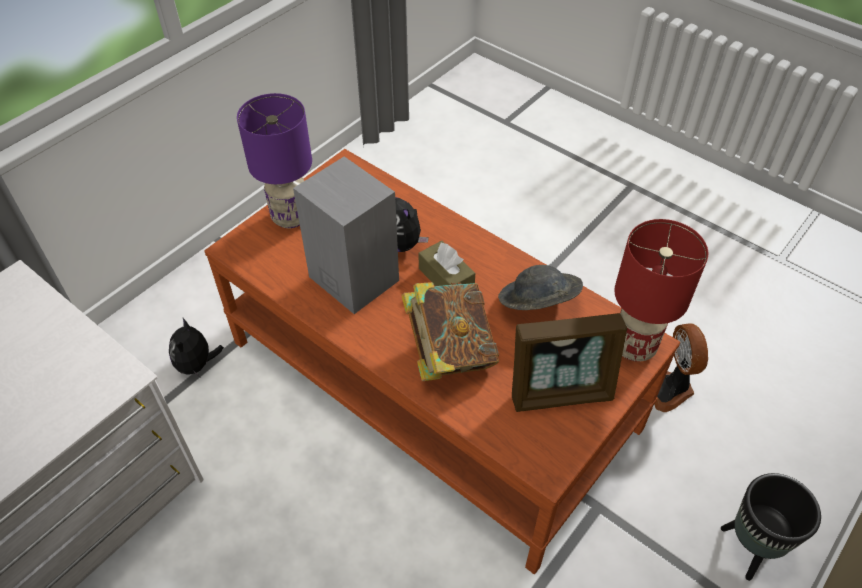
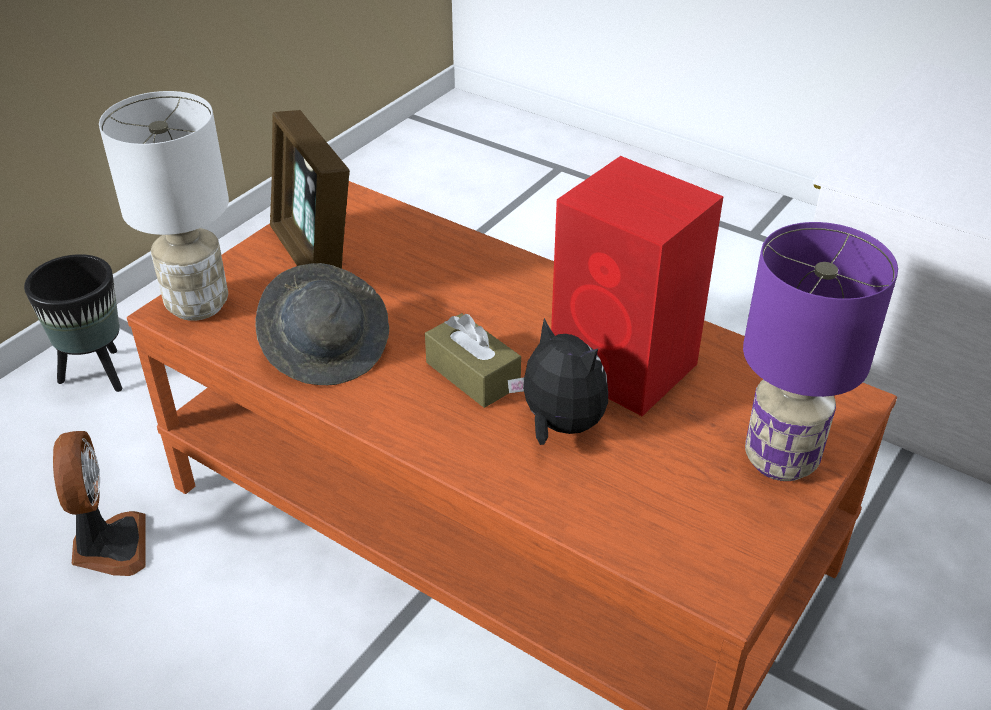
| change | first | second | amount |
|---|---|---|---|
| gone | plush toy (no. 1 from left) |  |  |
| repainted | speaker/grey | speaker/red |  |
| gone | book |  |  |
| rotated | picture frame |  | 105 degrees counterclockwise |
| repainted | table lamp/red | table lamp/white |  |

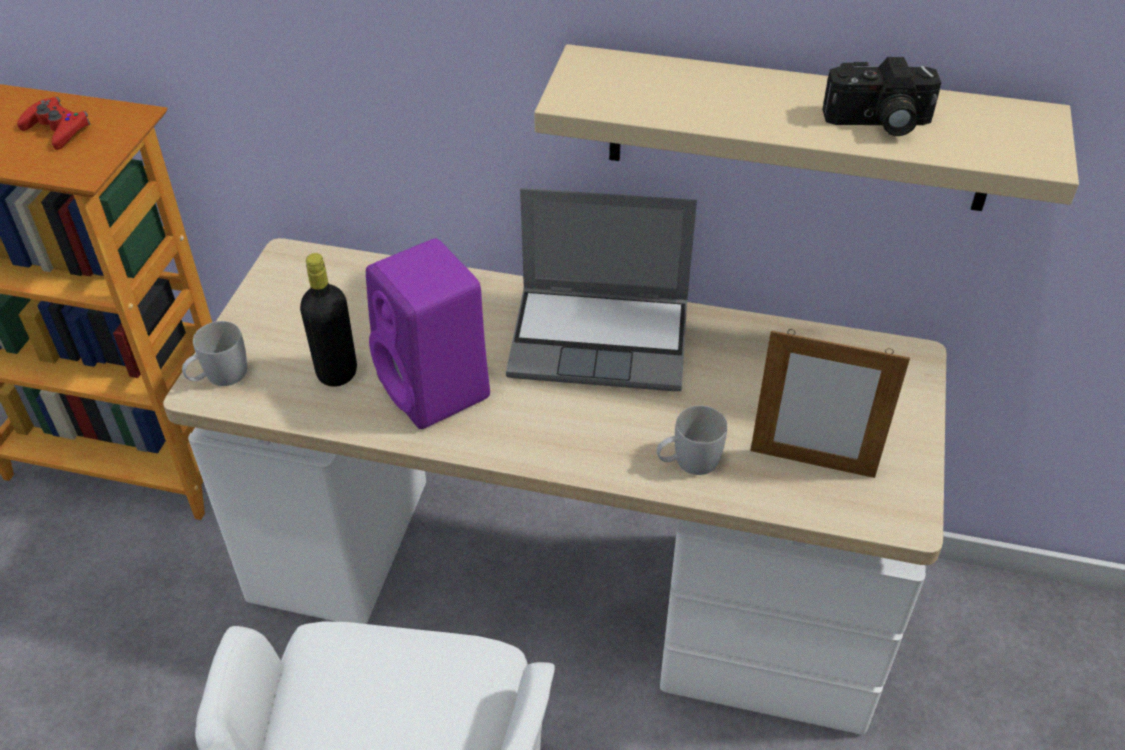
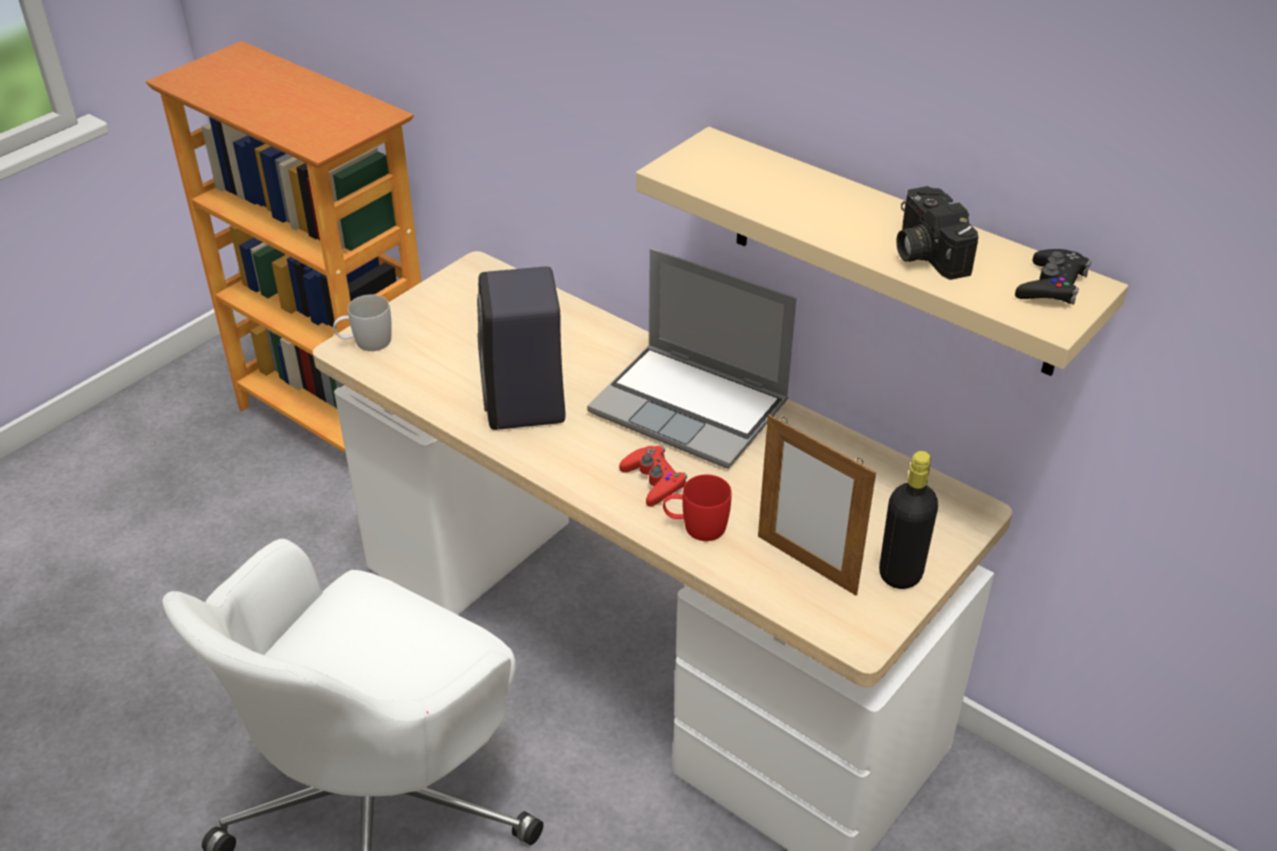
| change | first | second | amount |
|---|---|---|---|
| shifted | game controller/red |  |  |
| shifted | bottle/black |  |  |
| repainted | speaker/purple | speaker/black |  |
| repainted | mug/white (no. 2 from left) | mug/red |  |
| rotated | photo camera |  | 45 degrees clockwise |
| new |  | game controller/black |  |

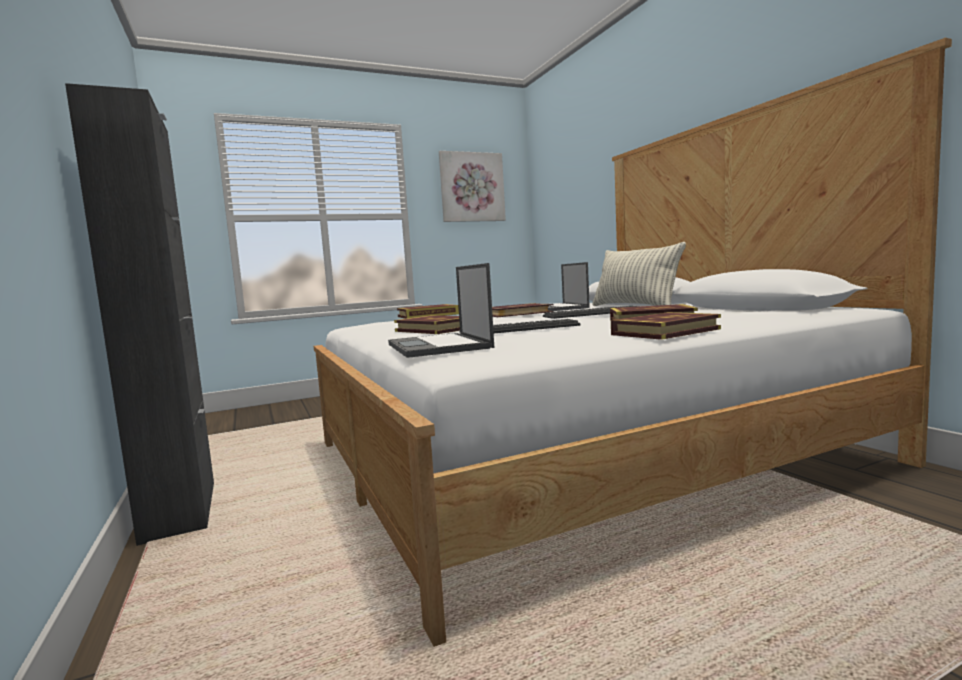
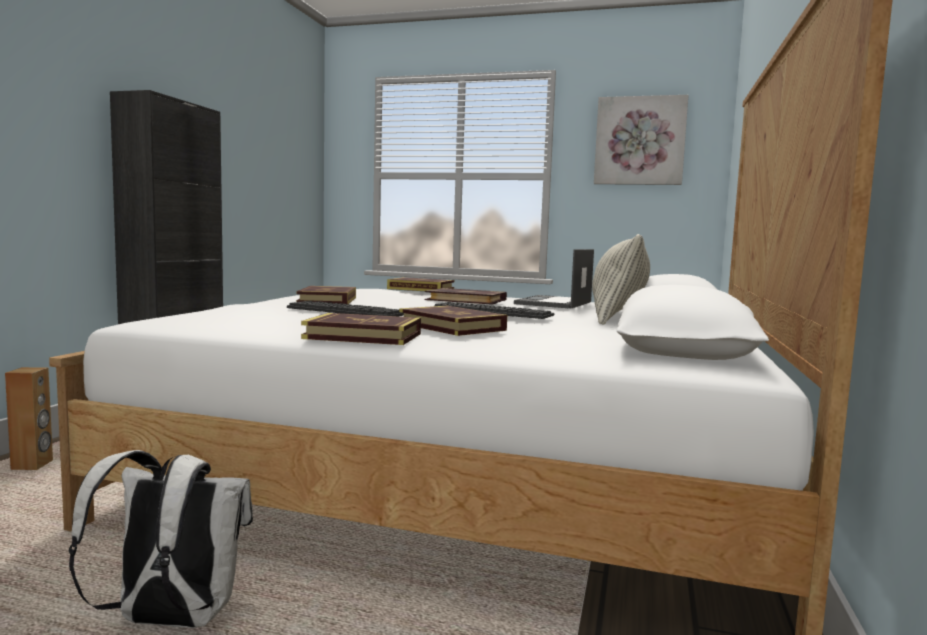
| change | first | second | amount |
|---|---|---|---|
| gone | laptop (no. 1 from left) |  |  |
| new |  | speaker/brown |  |
| new |  | backpack/white |  |

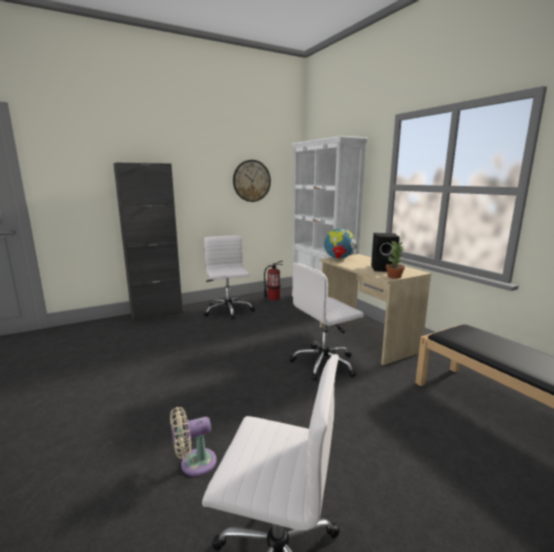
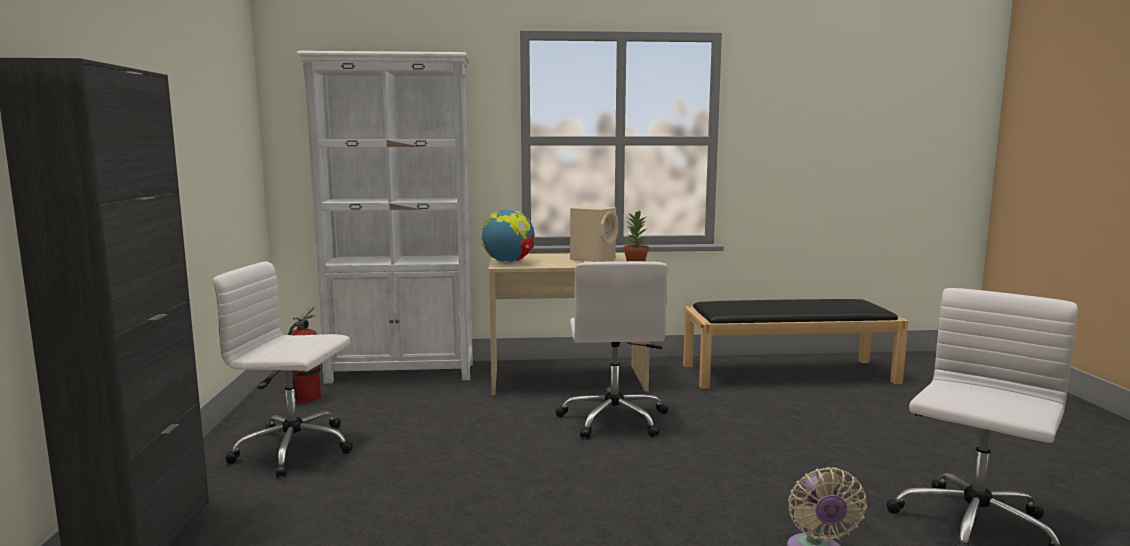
| change | first | second | amount |
|---|---|---|---|
| gone | wall clock |  |  |
| repainted | speaker/black | speaker/beige |  |

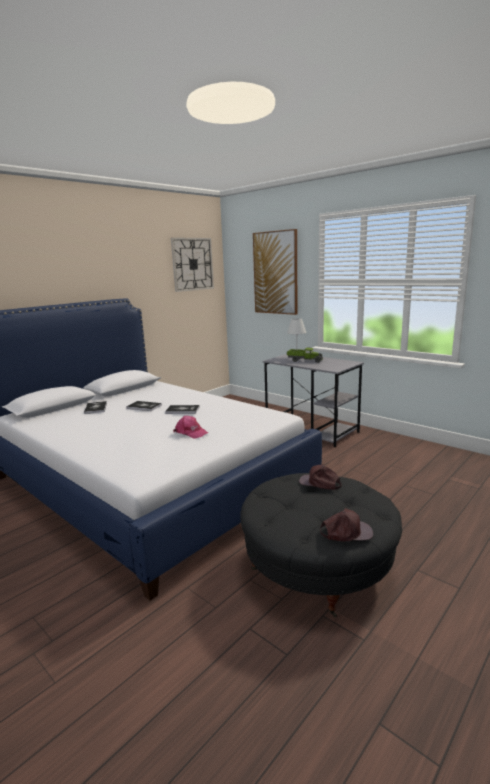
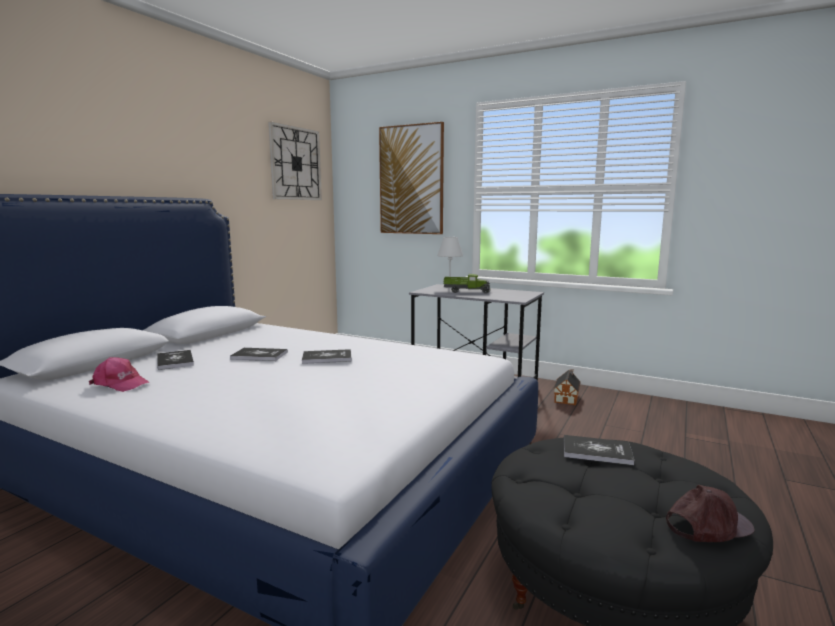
| change | first | second | amount |
|---|---|---|---|
| shifted | cap/pink |  |  |
| swapped | cap/brown (no. 1 from left) | book (no. 4 from left) |  |
| new |  | toy house |  |

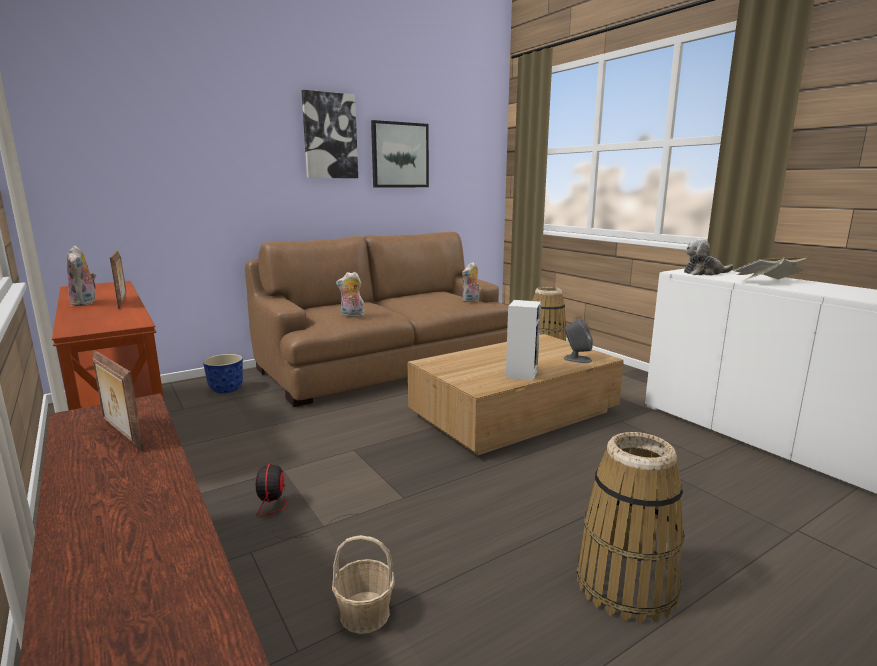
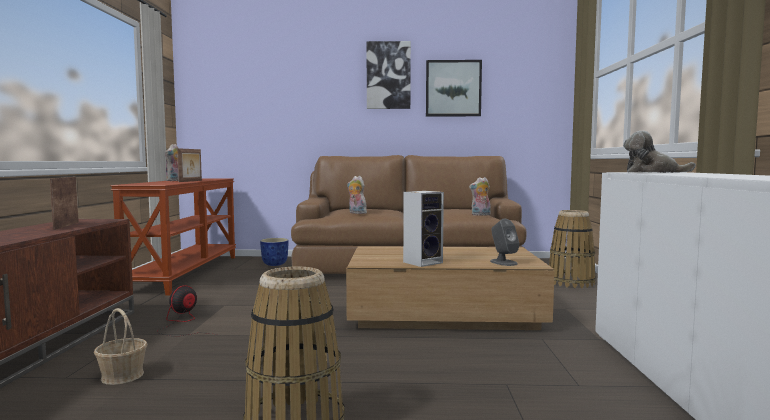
| change | first | second | amount |
|---|---|---|---|
| gone | book |  |  |

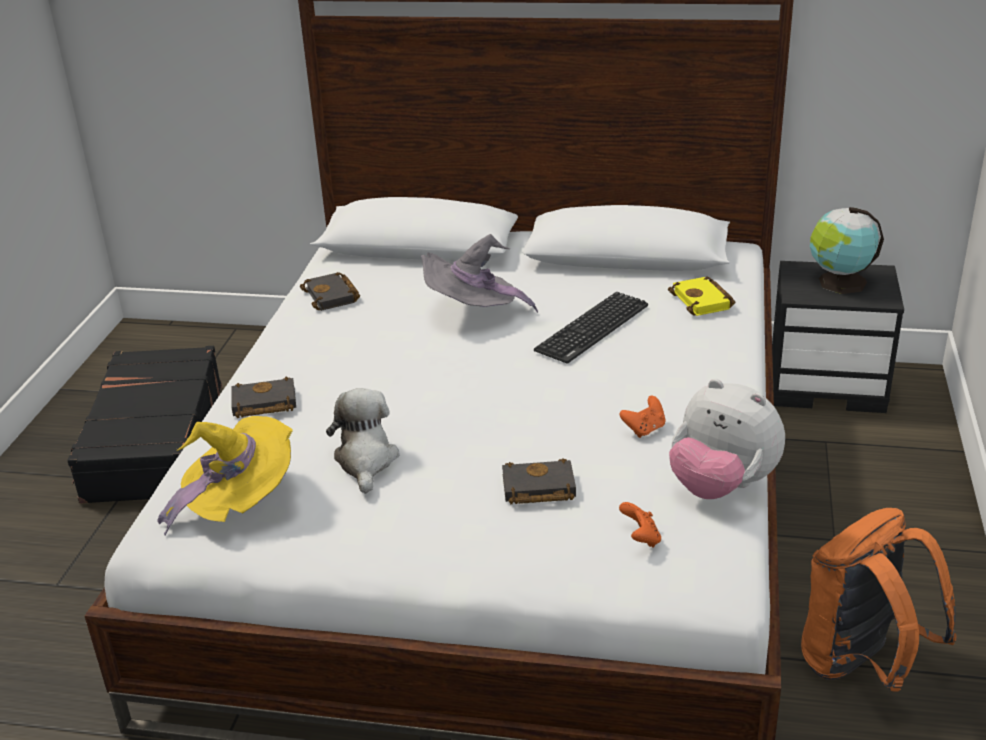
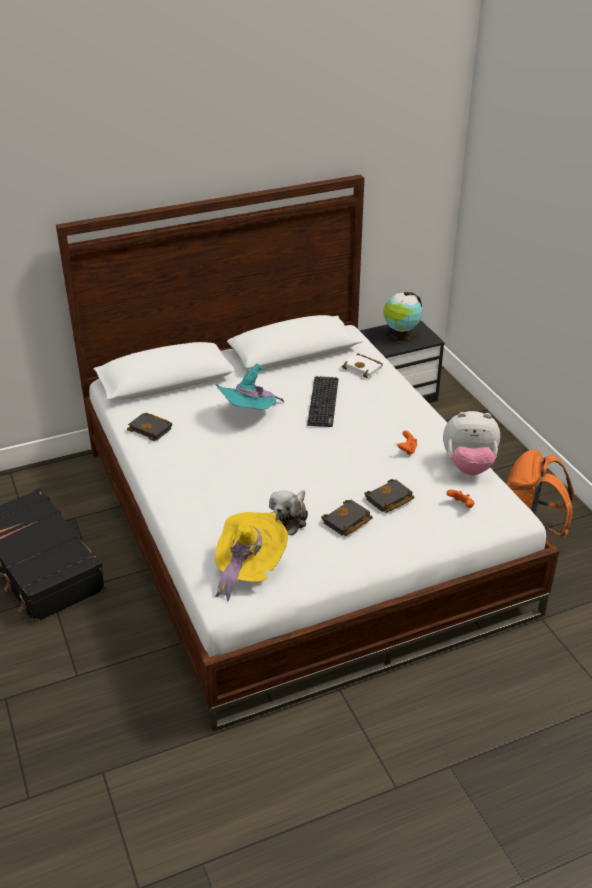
| change | first | second | amount |
|---|---|---|---|
| shifted | book/black (no. 1 from left in the first image) | book/black (no. 2 from left) |  |
| rotated | plush toy (no. 1 from left) |  | 120 degrees counterclockwise |
| repainted | hat/grey | hat/turquoise |  |
| repainted | book/yellow | book/white |  |

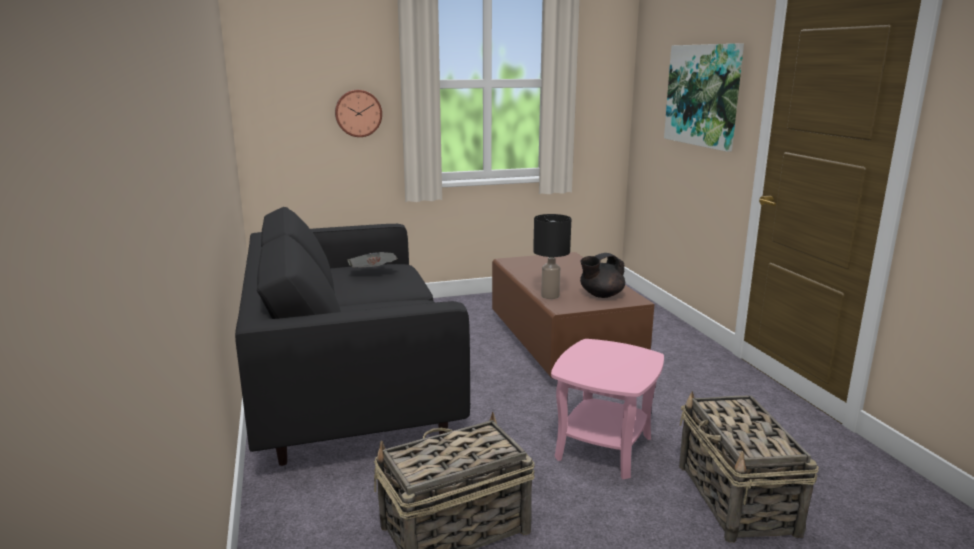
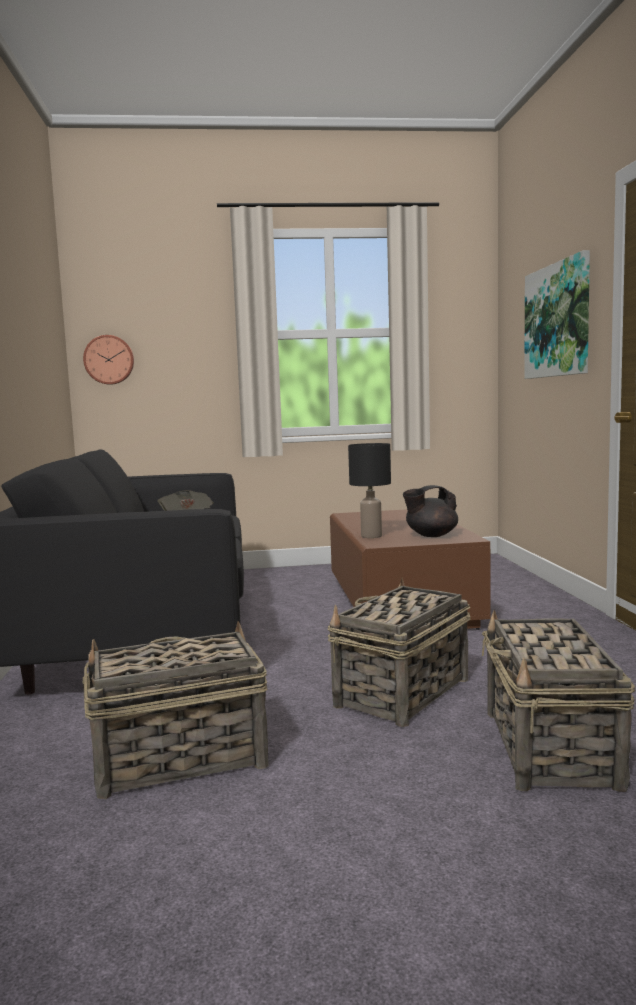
| change | first | second | amount |
|---|---|---|---|
| shifted | wall clock |  |  |
| swapped | side table/pink | basket (no. 2 from left) |  |

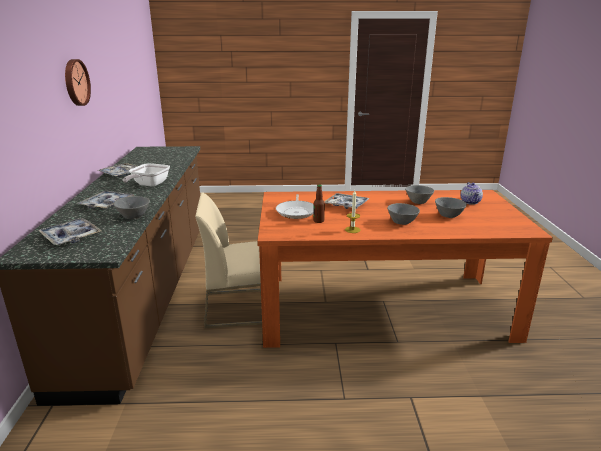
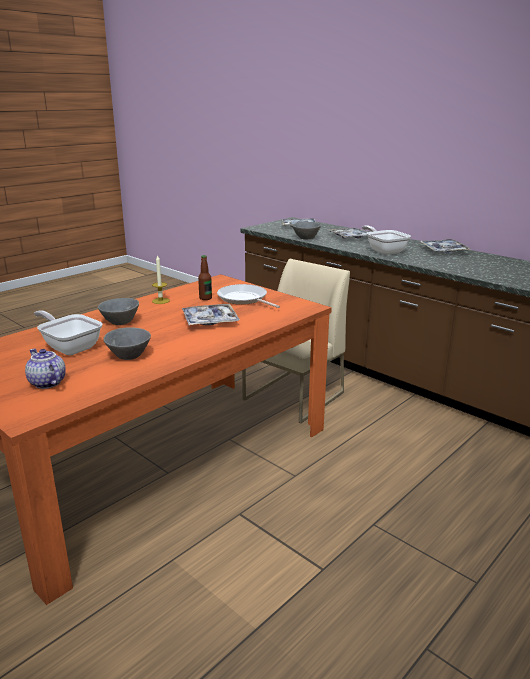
| change | first | second | amount |
|---|---|---|---|
| gone | wall clock |  |  |
| swapped | bowl/grey (no. 4 from left) | frying pan (no. 1 from left) |  |

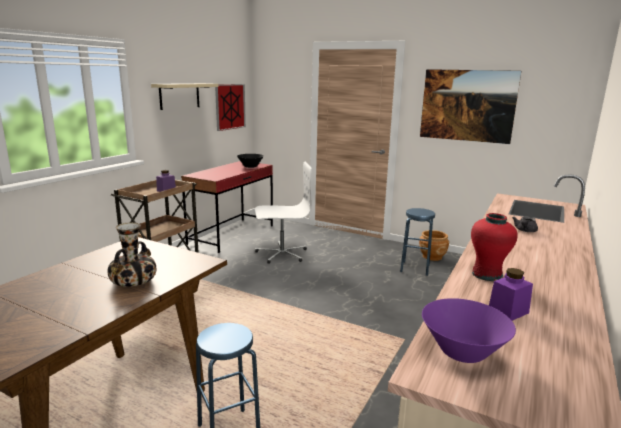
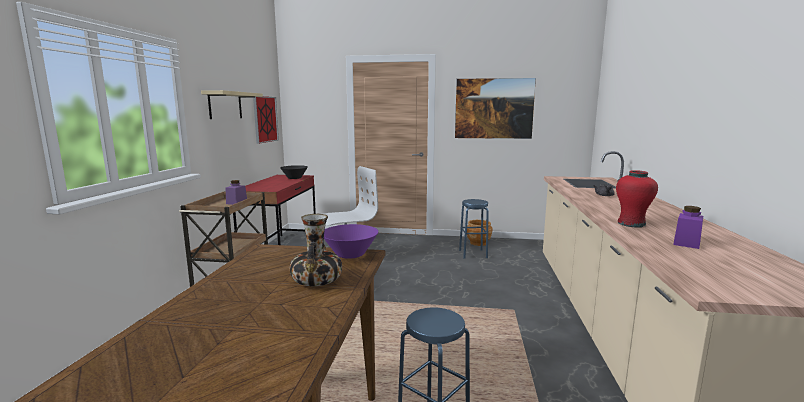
| change | first | second | amount |
|---|---|---|---|
| shifted | bowl/purple |  |  |

